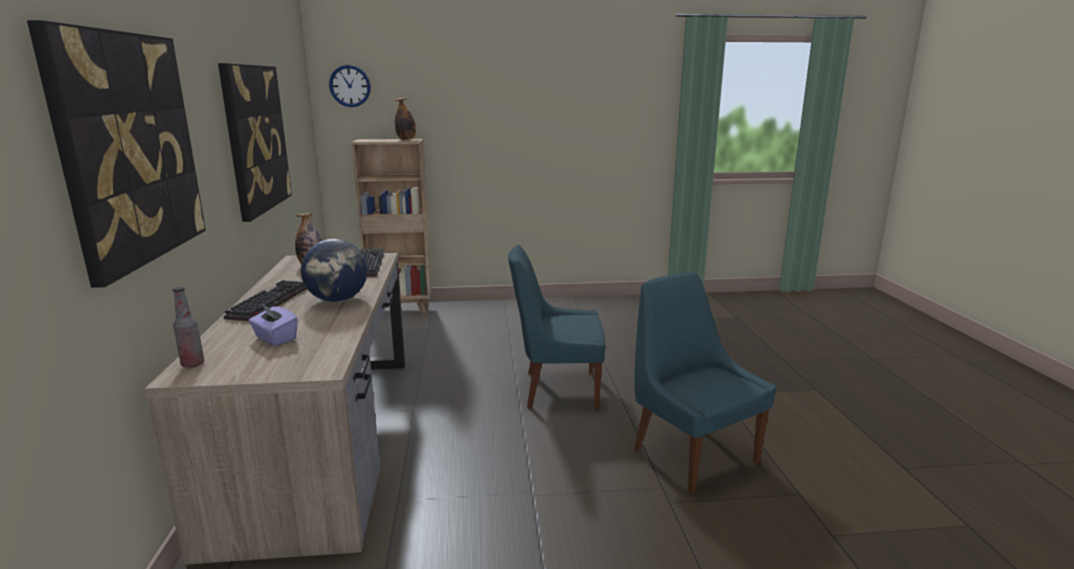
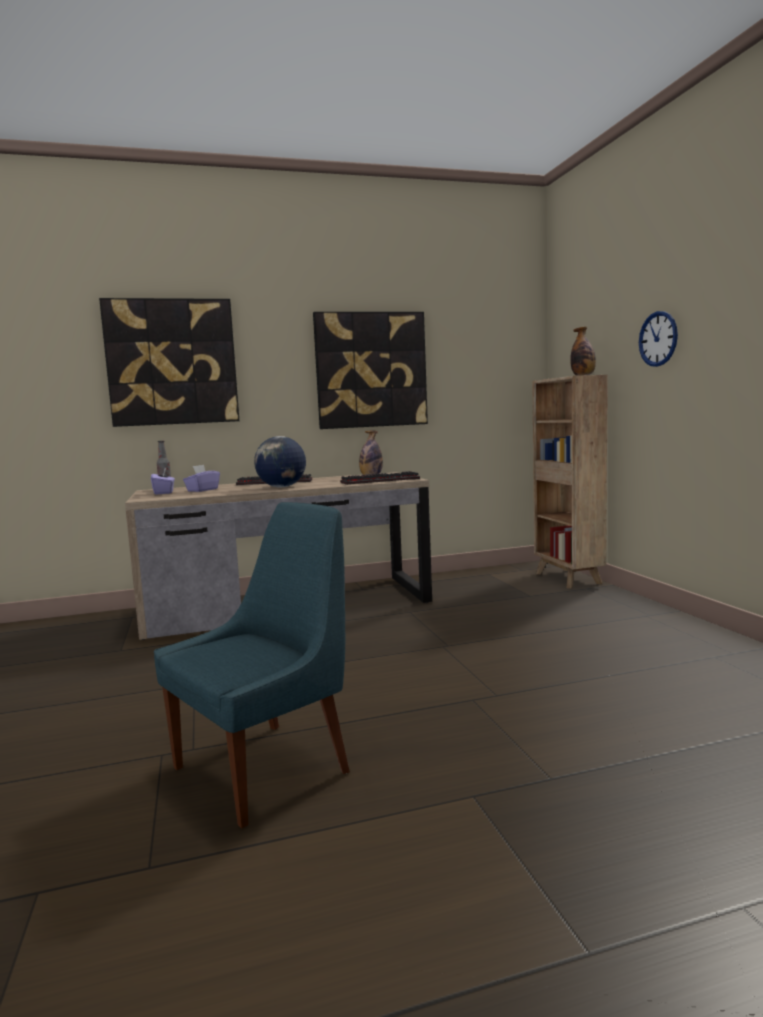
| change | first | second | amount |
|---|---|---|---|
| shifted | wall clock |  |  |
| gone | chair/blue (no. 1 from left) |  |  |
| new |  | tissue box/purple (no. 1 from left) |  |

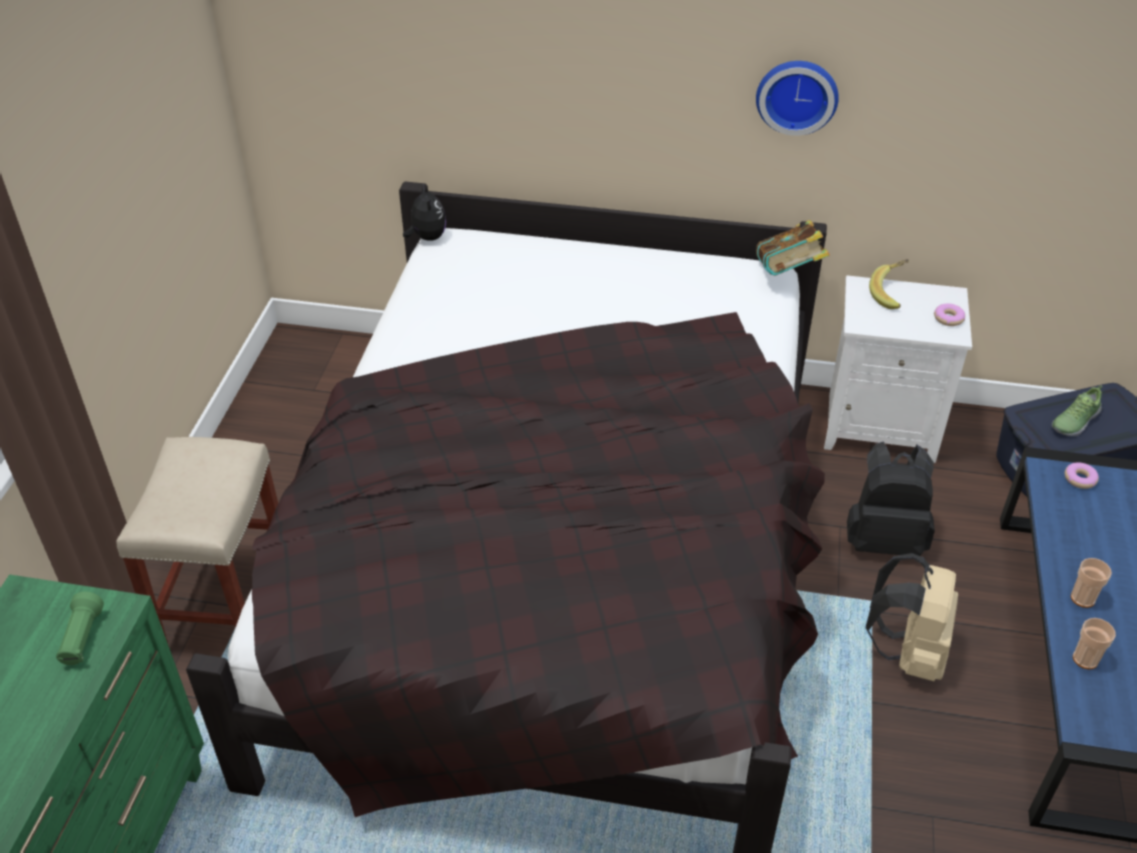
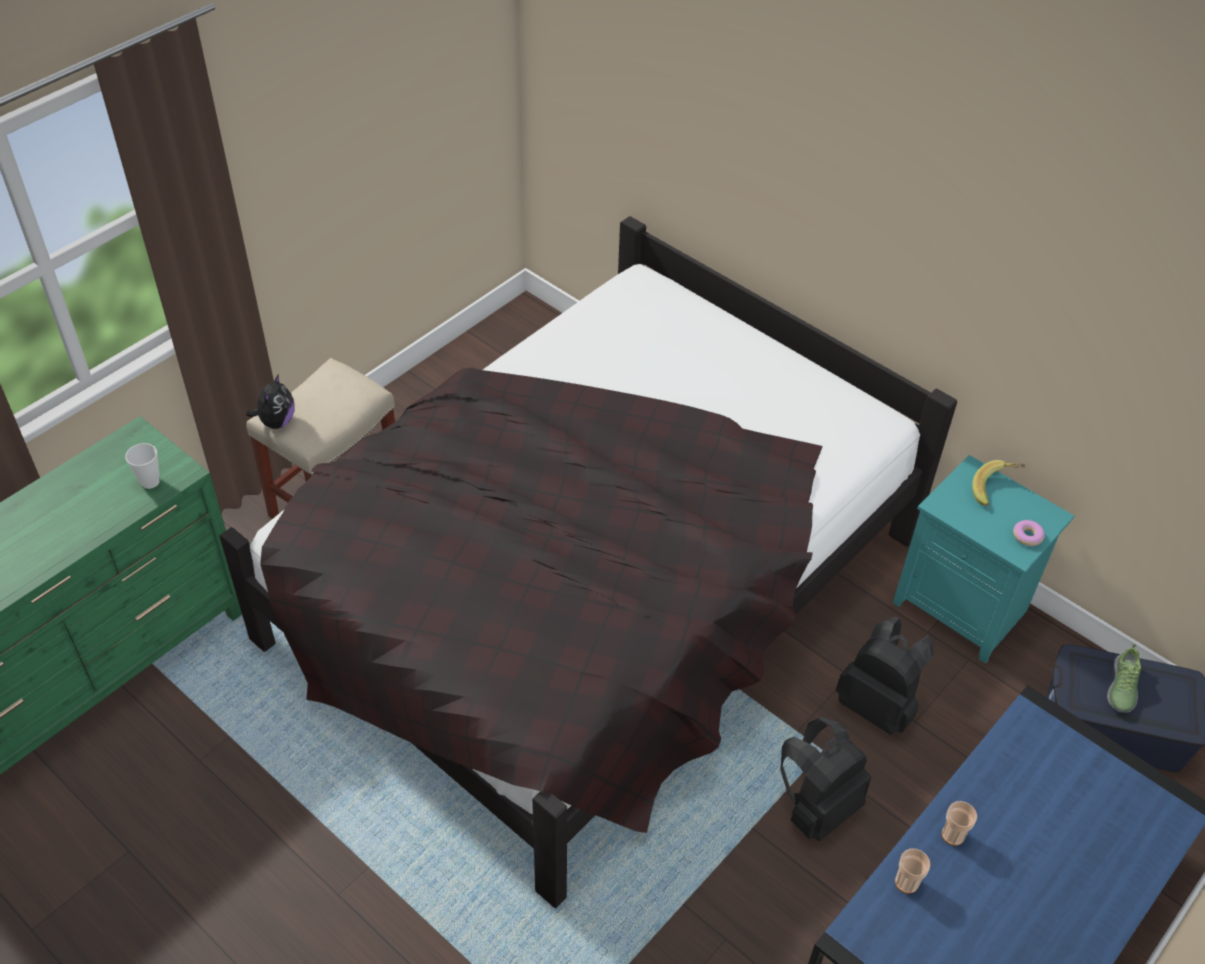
| change | first | second | amount |
|---|---|---|---|
| swapped | flashlight/green | cup (no. 1 from left) |  |
| shifted | plush toy |  |  |
| gone | wall clock |  |  |
| gone | book |  |  |
| repainted | nightstand/white | nightstand/turquoise |  |
| repainted | backpack/beige | backpack/black (no. 1 from left) |  |
| rotated | shoe |  | 60 degrees counterclockwise |
| gone | donut (no. 2 from left) |  |  |

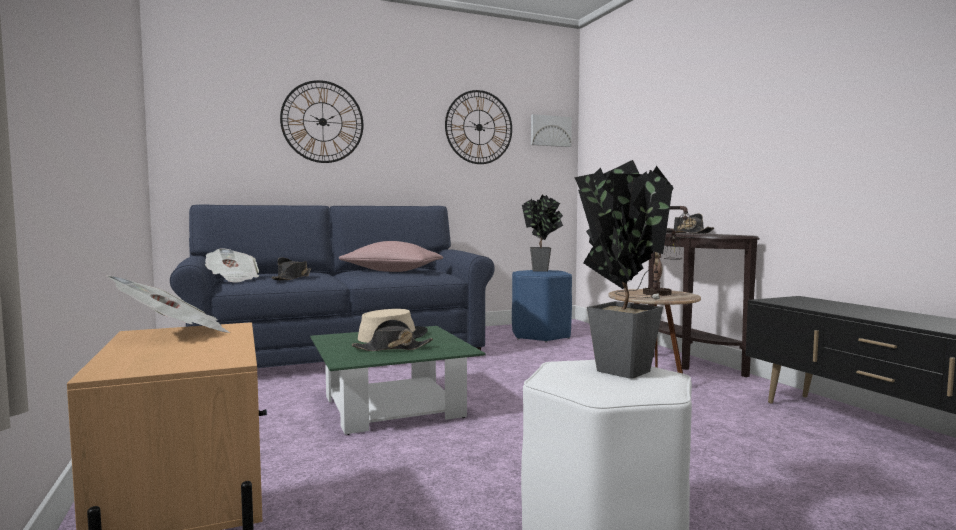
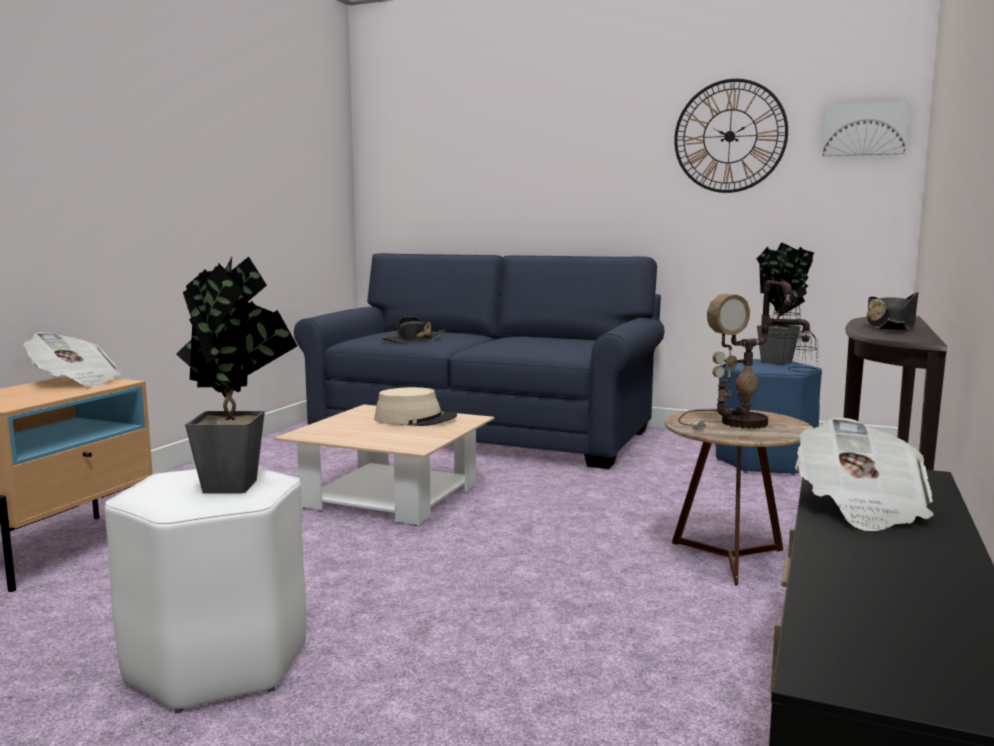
| change | first | second | amount |
|---|---|---|---|
| shifted | newspaper (no. 2 from left) |  |  |
| gone | wall clock (no. 1 from left) |  |  |
| repainted | coffee table/green | coffee table/beige |  |
| gone | pillow/pink |  |  |
| gone | hat/black (no. 2 from left) |  |  |

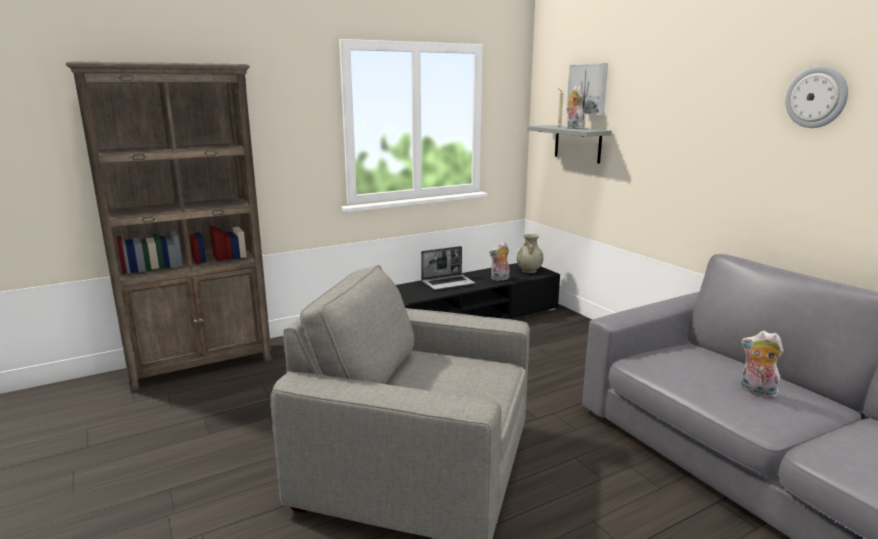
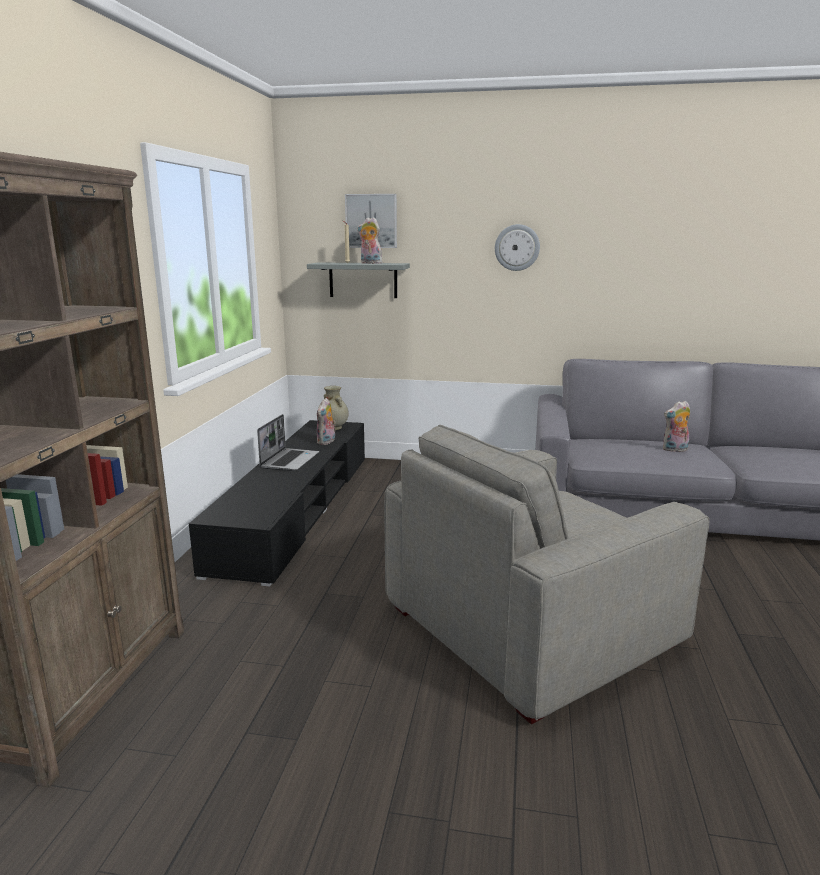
| change | first | second | amount |
|---|---|---|---|
| shifted | wall clock |  |  |

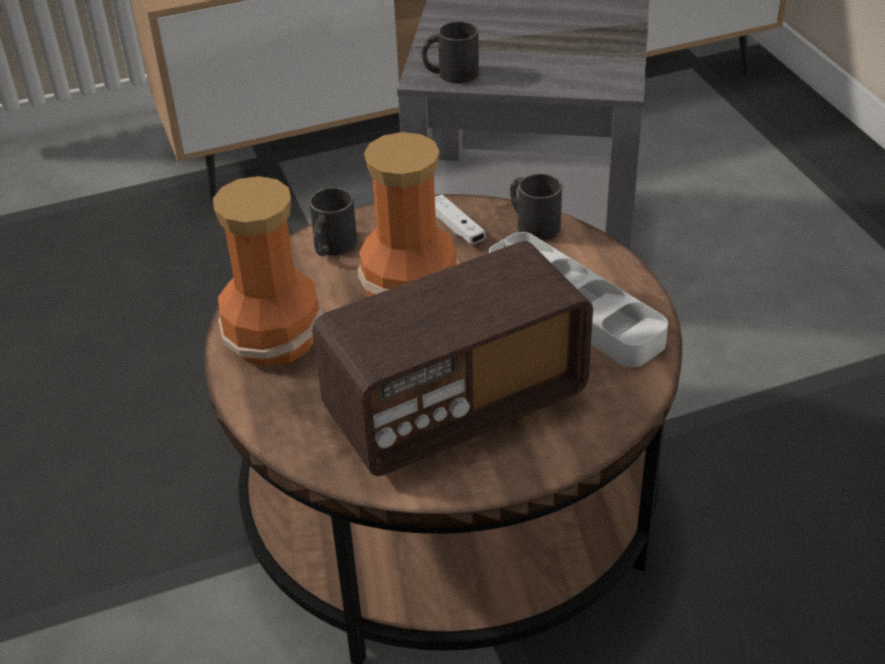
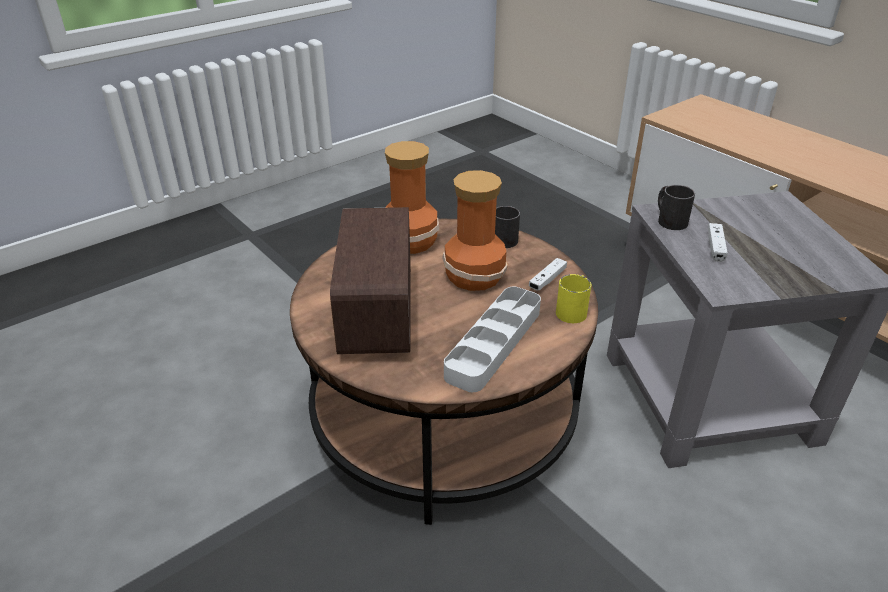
| change | first | second | amount |
|---|---|---|---|
| rotated | radio |  | 45 degrees clockwise |
| repainted | mug/black (no. 3 from left) | mug/yellow |  |
| new |  | game controller/white (no. 2 from left) |  |

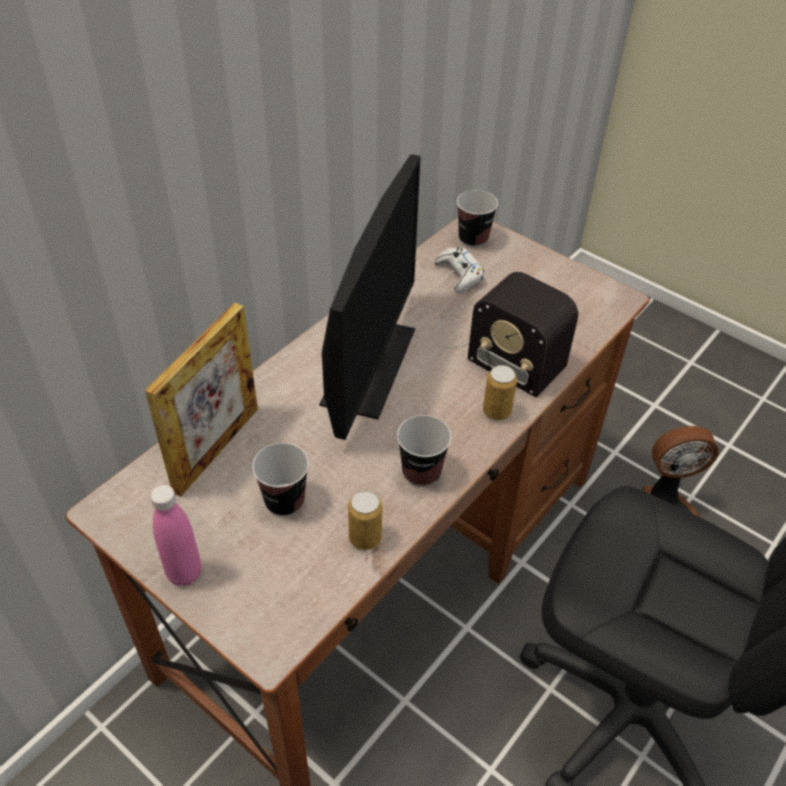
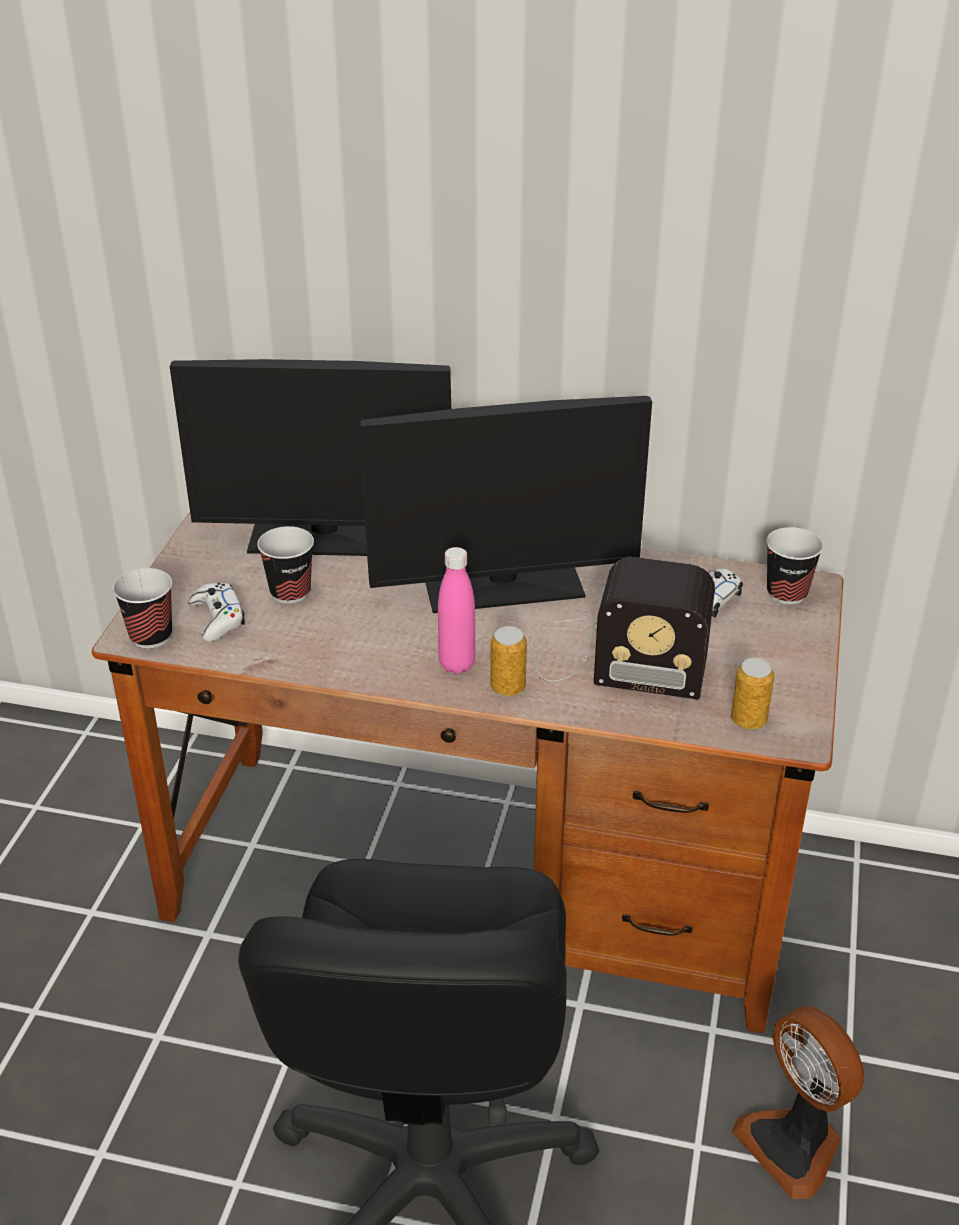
| change | first | second | amount |
|---|---|---|---|
| swapped | picture frame | monitor (no. 1 from left) |  |
| shifted | bottle/pink |  |  |
| shifted | can (no. 1 from left in the first image) | can (no. 2 from left) |  |
| shifted | cup (no. 2 from left in the first image) | cup (no. 1 from left) |  |
| rotated | radio |  | 90 degrees counterclockwise |
| new |  | game controller/white (no. 1 from left) |  |

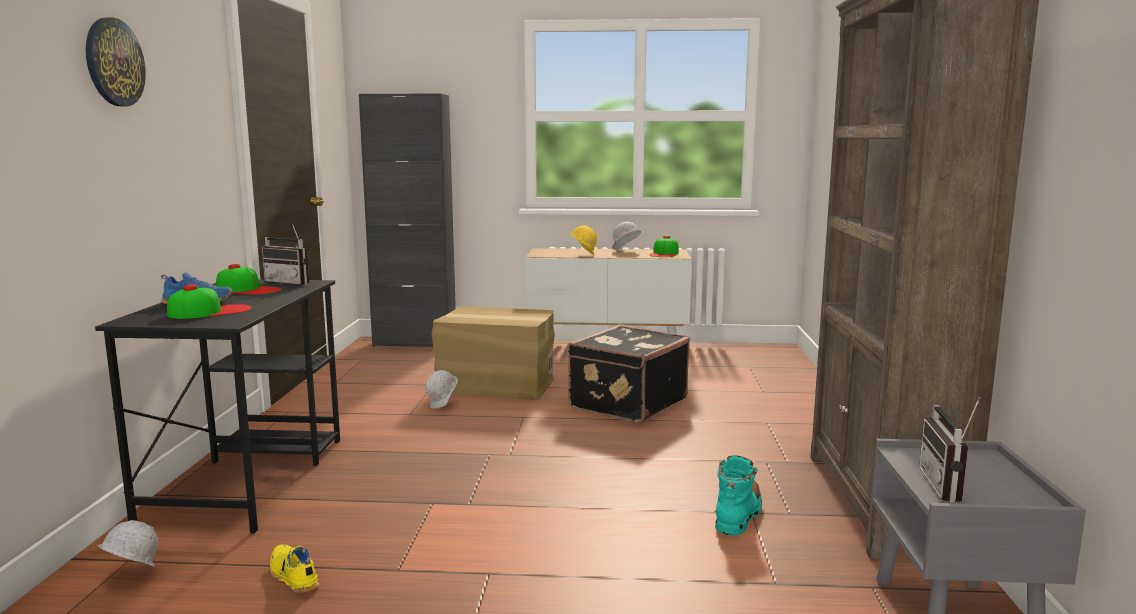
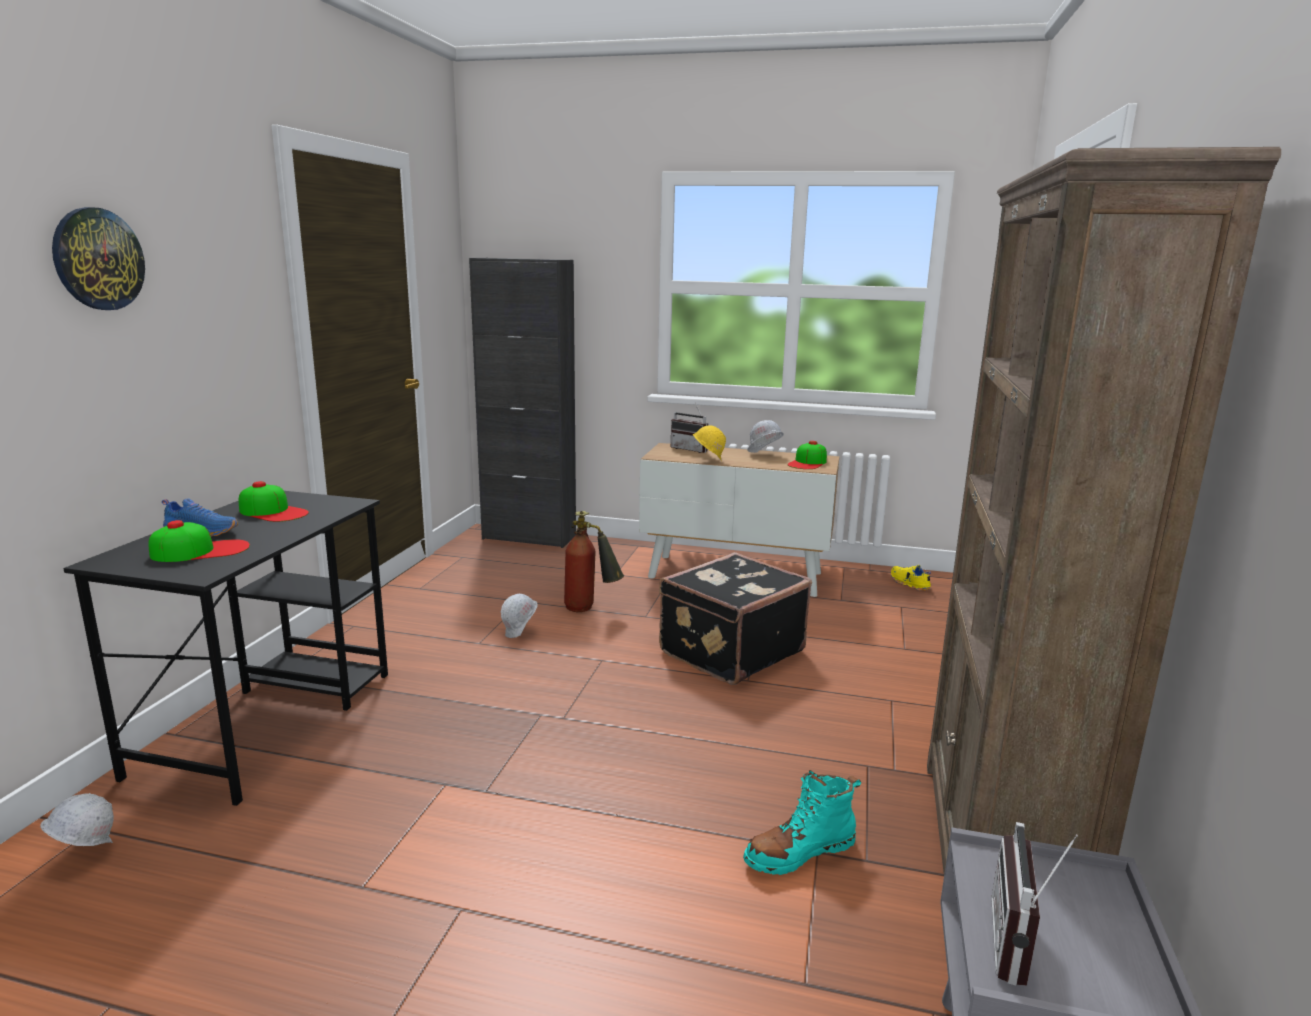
| change | first | second | amount |
|---|---|---|---|
| shifted | radio (no. 1 from left) |  |  |
| shifted | shoe/yellow |  |  |
| swapped | cardboard box | fire extinguisher |  |
| rotated | boot/turquoise |  | 150 degrees counterclockwise |

